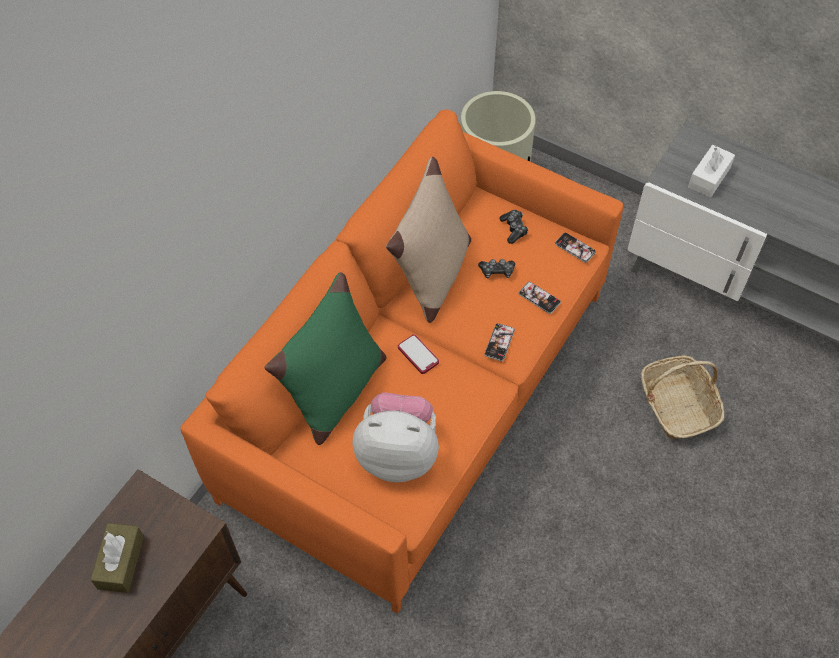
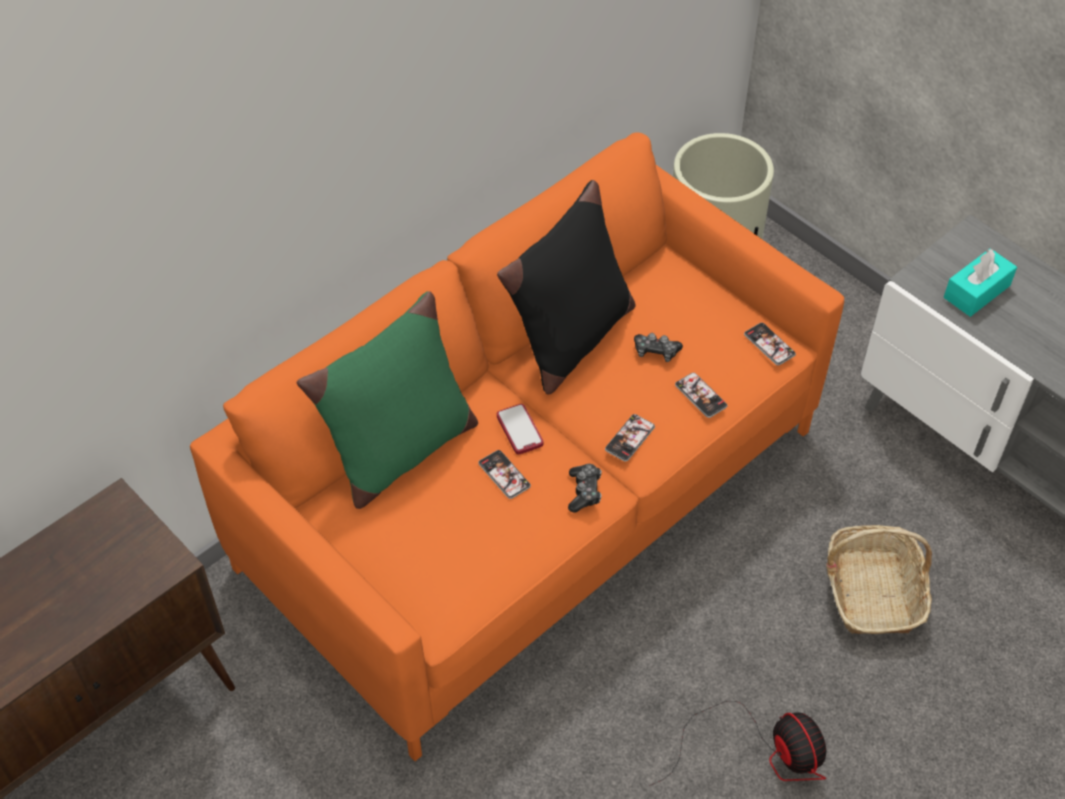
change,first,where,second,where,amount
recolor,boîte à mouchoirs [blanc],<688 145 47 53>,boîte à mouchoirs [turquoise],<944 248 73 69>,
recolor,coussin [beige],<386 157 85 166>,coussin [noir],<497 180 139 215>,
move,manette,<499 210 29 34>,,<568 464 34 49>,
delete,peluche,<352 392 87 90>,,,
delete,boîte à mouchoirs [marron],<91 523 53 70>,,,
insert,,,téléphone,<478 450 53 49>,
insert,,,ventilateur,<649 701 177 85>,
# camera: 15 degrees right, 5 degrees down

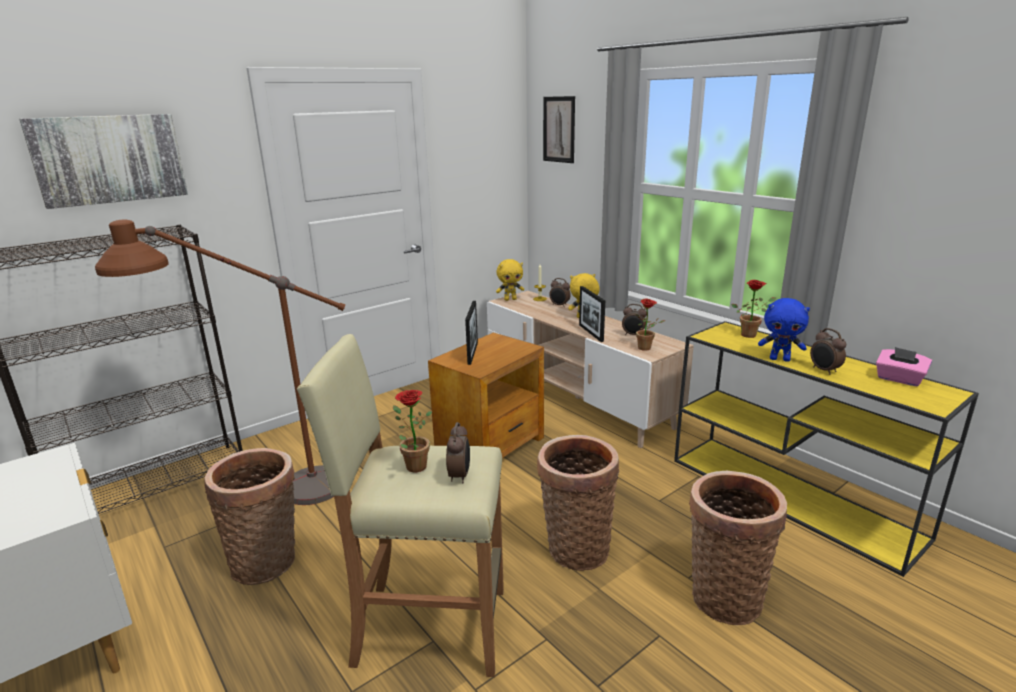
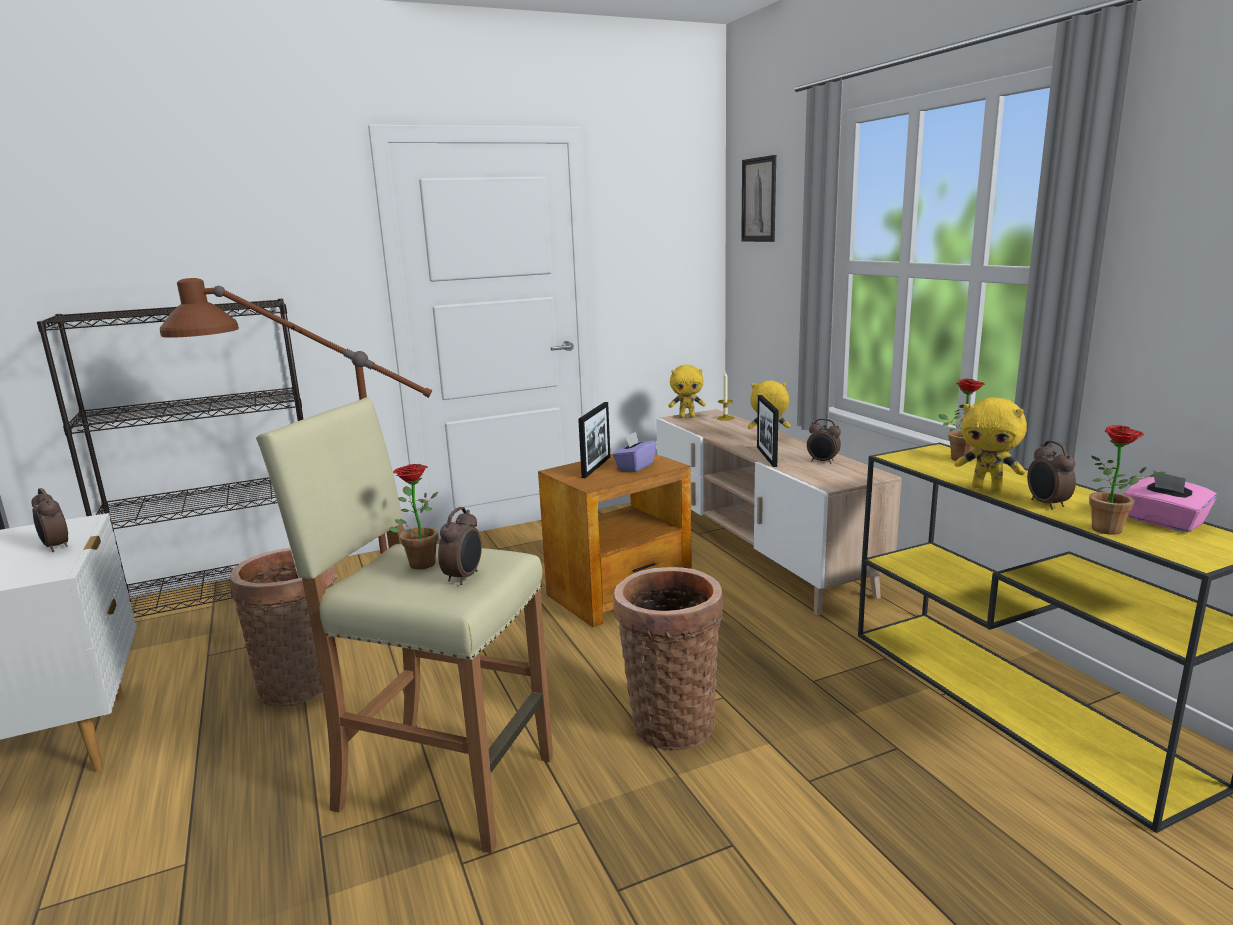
change,first,where,second,where,amount
delete,tableau,<19 114 169 95>,,,
move,réveil,<549 278 22 29>,,<31 488 37 64>,
recolor,peluche [bleu],<758 298 52 64>,peluche [jaune],<954 397 73 94>,
move,plante en pot,<635 299 30 52>,,<1089 425 78 110>,
delete,panier,<689 471 98 154>,,,
insert,,,boîte à mouchoirs [violet],<613 432 44 40>,
# camera: 15 degrees right, 5 degrees down

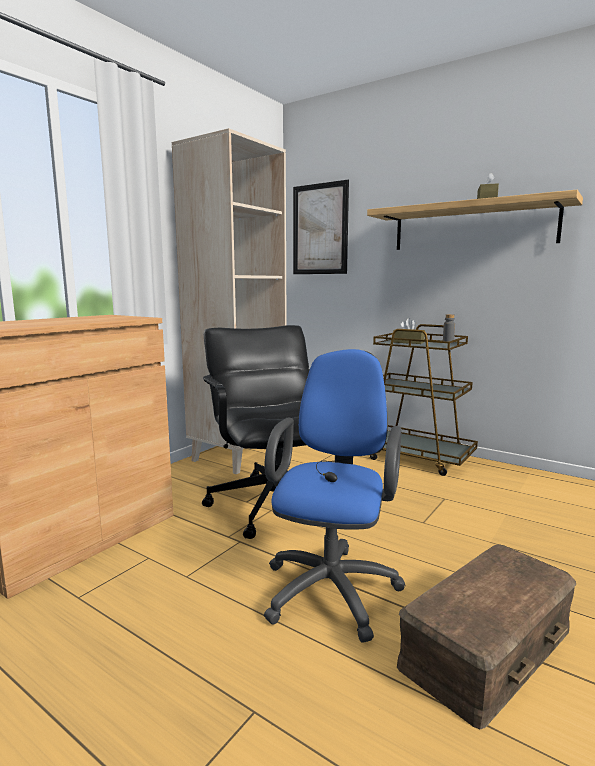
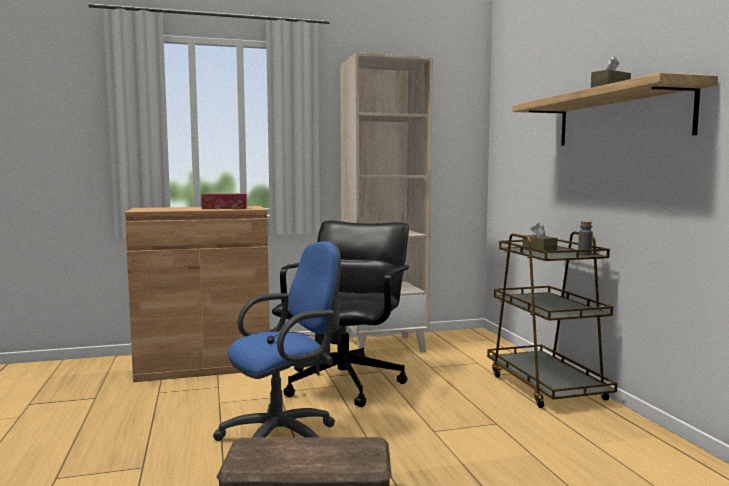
change,first,where,second,where,amount
delete,tableau,<293 180 56 94>,,,
insert,,,boîte à mouchoirs,<201 193 46 16>,
# camera: 40 degrees right, 5 degrees down

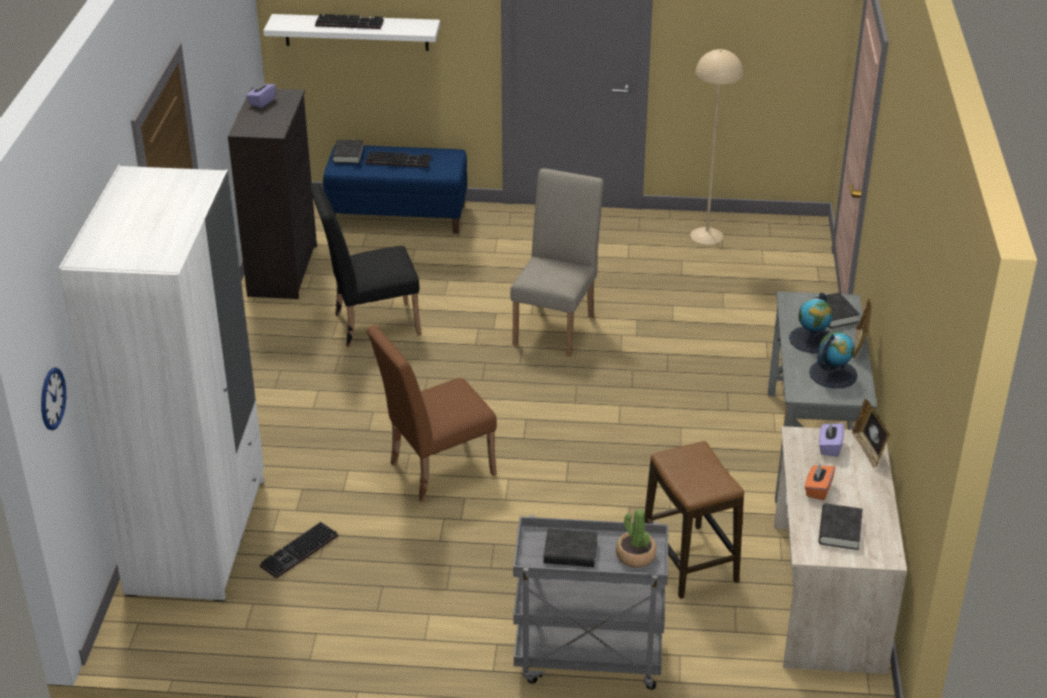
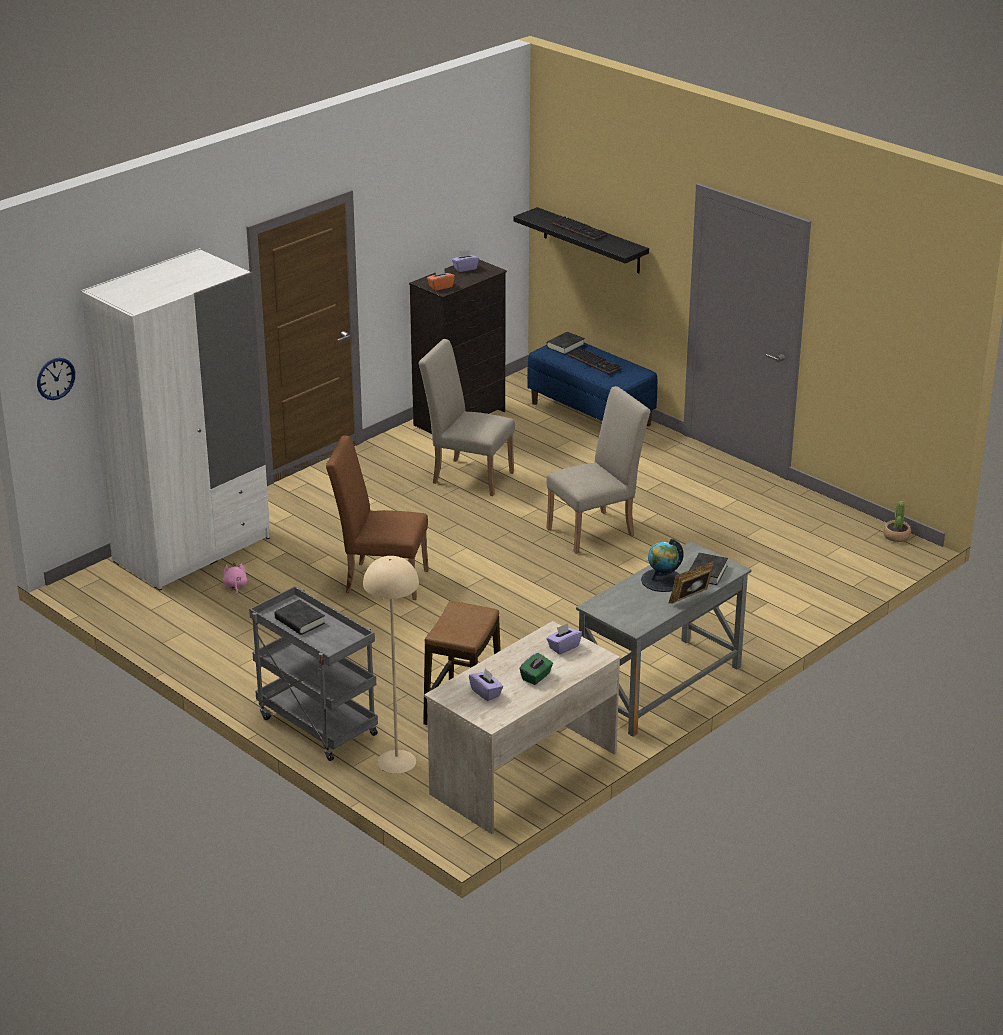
change,first,where,second,where,amount
recolor,étagère [blanc],<263 14 177 37>,étagère [noir],<513 207 136 67>,
move,lampadaire [beige],<690 49 53 196>,,<363 556 56 218>,
recolor,chaise [noir],<310 184 111 163>,chaise [beige],<419 339 96 157>,
delete,globe,<809 332 49 56>,,,
delete,cadre photo,<852 399 38 70>,,,
move,boîte à mouchoirs [orange],<805 463 30 37>,,<427 268 28 23>,
replace,livre [noir],<819 503 44 47>,boîte à mouchoirs [violet],<469 668 34 33>,
move,plante en pot,<616 509 41 59>,,<883 501 28 41>,
replace,clavier,<260 522 78 56>,peluche [rose],<223 563 24 31>,
insert,,,boîte à mouchoirs [vert],<519 653 34 32>,
# camera: 40 degrees right, 5 degrees down

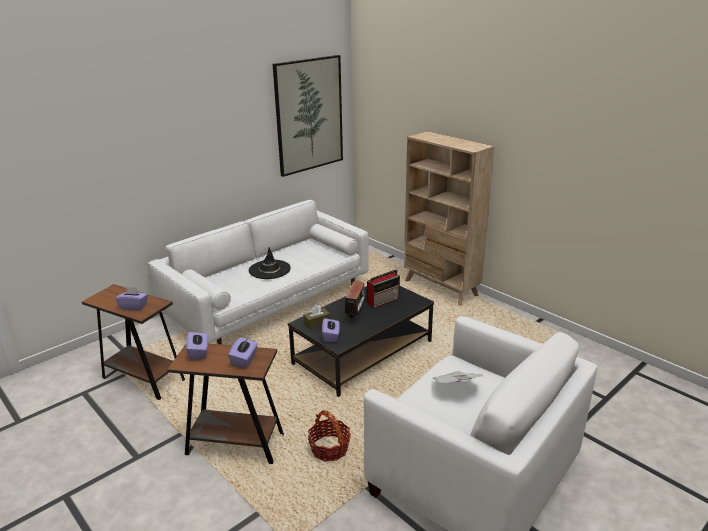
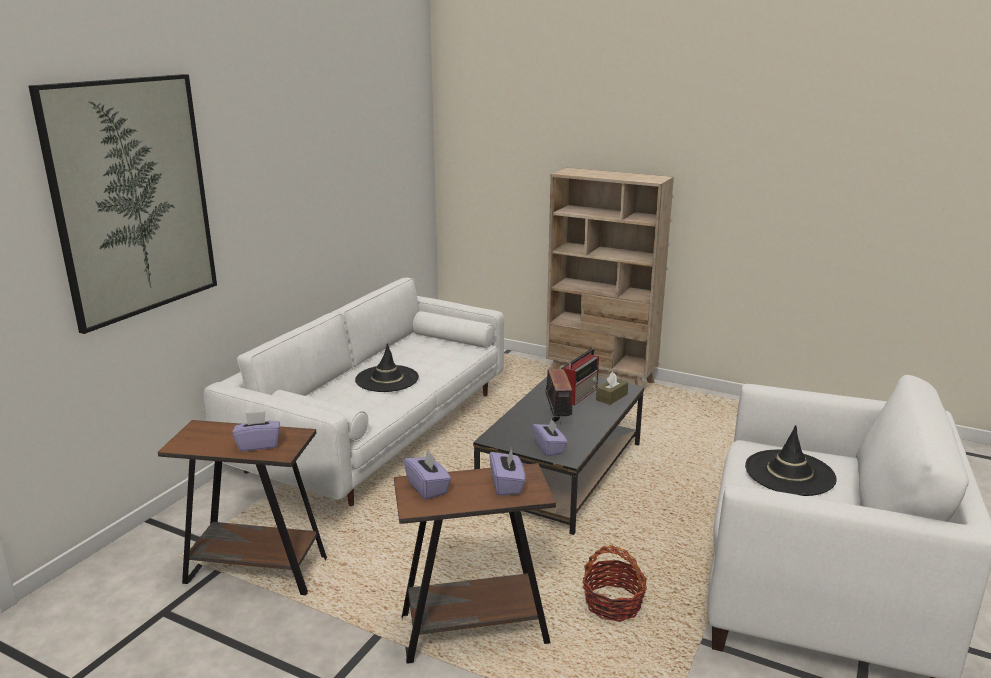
change,first,where,second,where,amount
move,tableau,<273 55 70 122>,,<28 74 189 260>,
move,boîte à mouchoirs [marron],<303 305 27 24>,,<596 372 32 33>,
replace,journal,<432 371 51 12>,chapeau [noir],<745 425 92 71>,
# camera: 20 degrees left, 5 degrees down

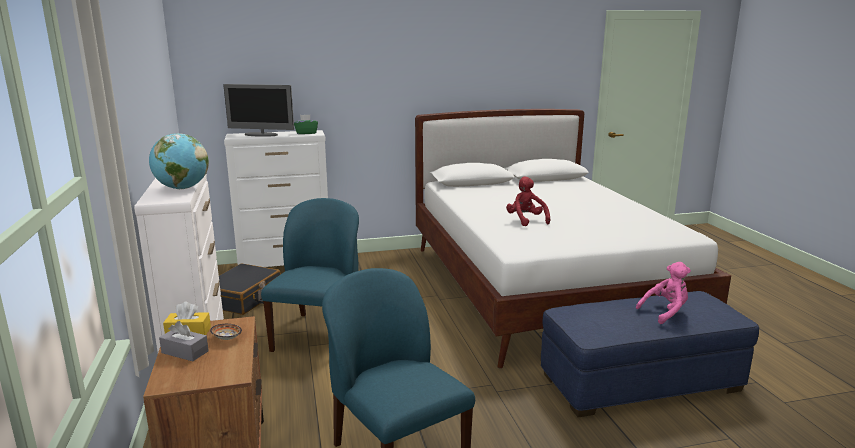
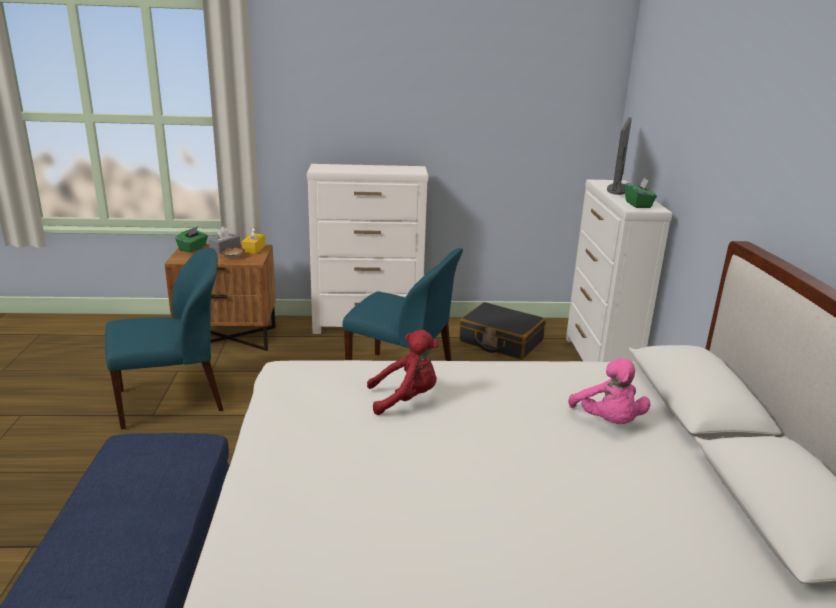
change,first,where,second,where,amount
delete,globe,<149 133 60 56>,,,
move,peluche [rose],<636 262 55 62>,,<568 358 82 66>,
insert,,,boîte à mouchoirs [vert],<175 226 33 27>,
# camera: 100 degrees right, 5 degrees up

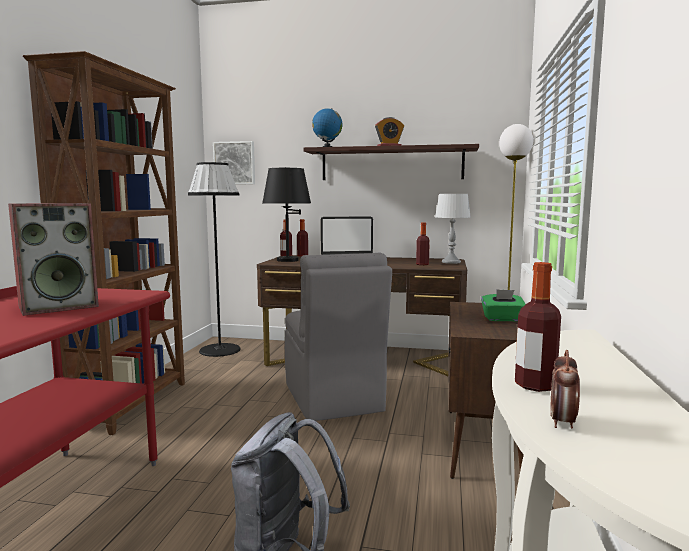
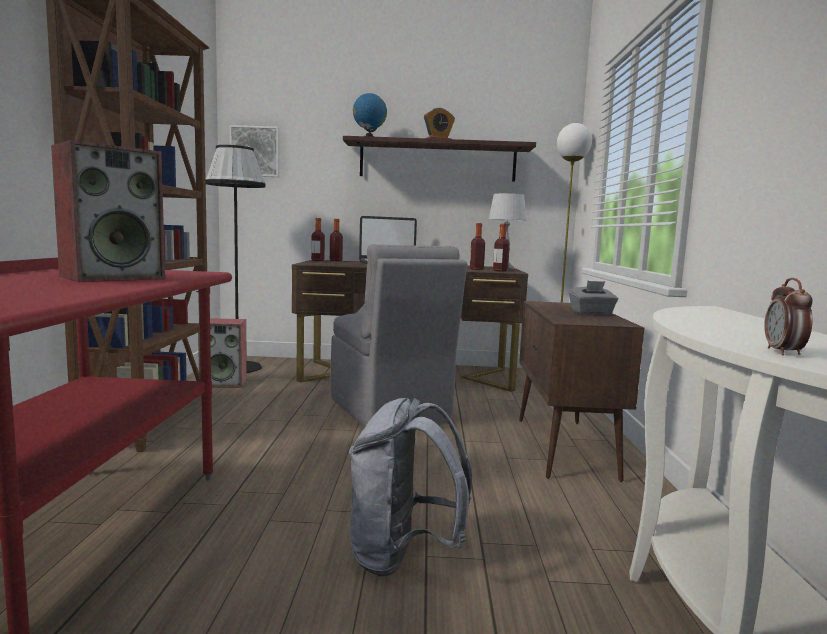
change,first,where,second,where,amount
delete,lampe de table [noir],<262 167 49 95>,,,
move,bouteille,<515 262 46 130>,,<493 224 17 48>,
recolor,boîte à mouchoirs [vert],<481 289 45 32>,boîte à mouchoirs [gris],<569 281 49 34>,
insert,,,enceinte,<198 319 49 69>,
# camera: 10 degrees left, 0 degrees up

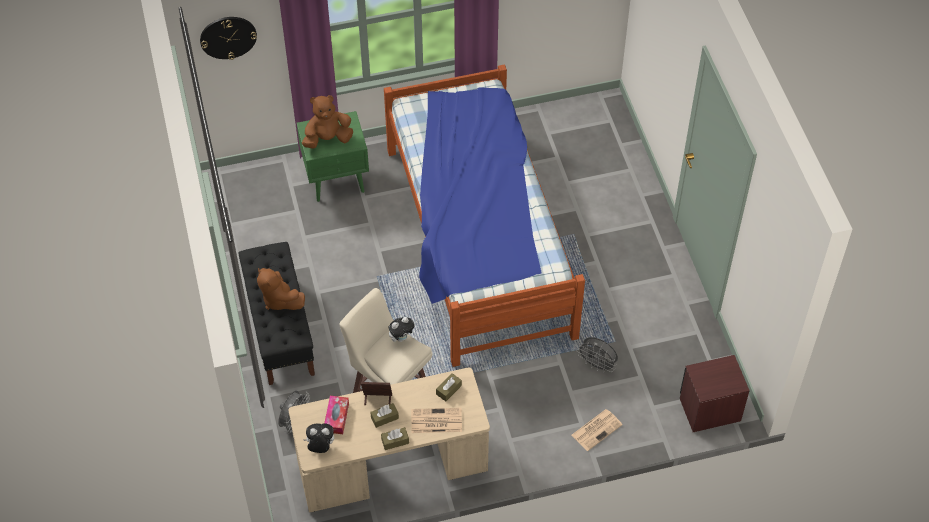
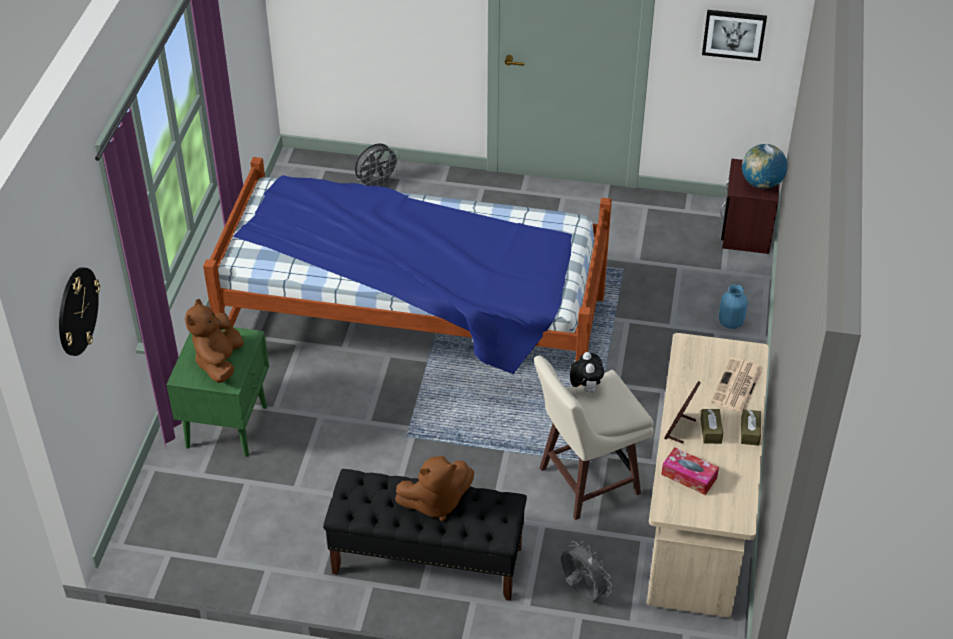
change,first,where,second,where,amount
move,ventilateur [gris],<576 337 42 36>,,<355 143 45 43>,
delete,boîte à mouchoirs [marron],<436 373 26 28>,,,
replace,journal,<572 409 51 42>,vase [bleu],<719 284 29 45>,
delete,peluche,<303 423 31 30>,,,
insert,,,tableau,<702 10 65 51>,
insert,,,globe,<742 144 45 45>,
# camera: 65 degrees left, 10 degrees down

